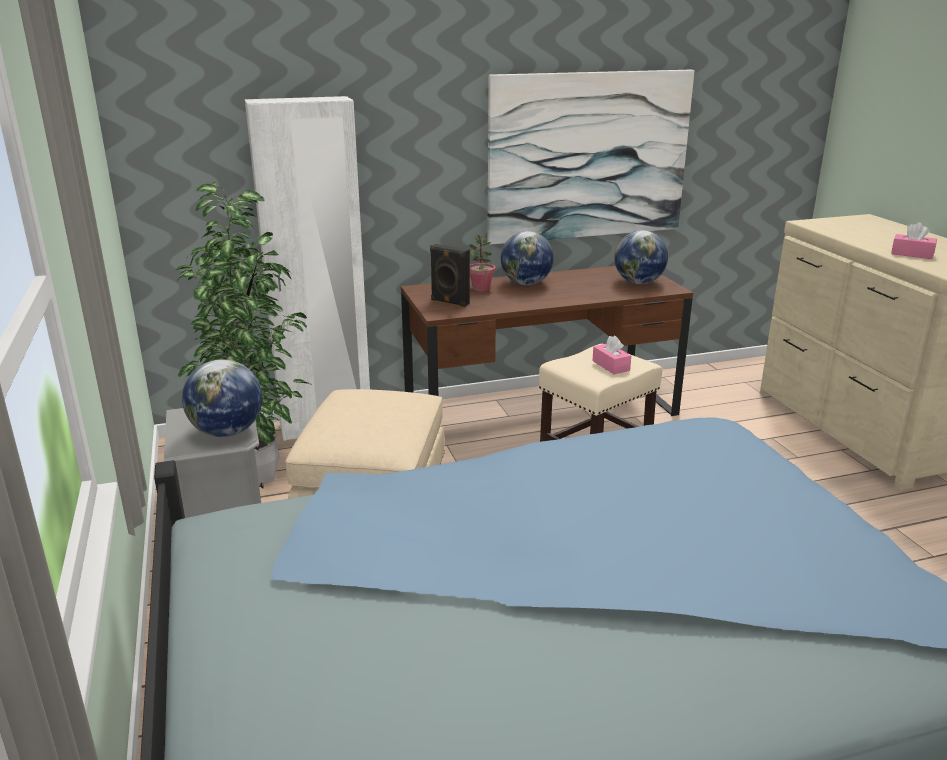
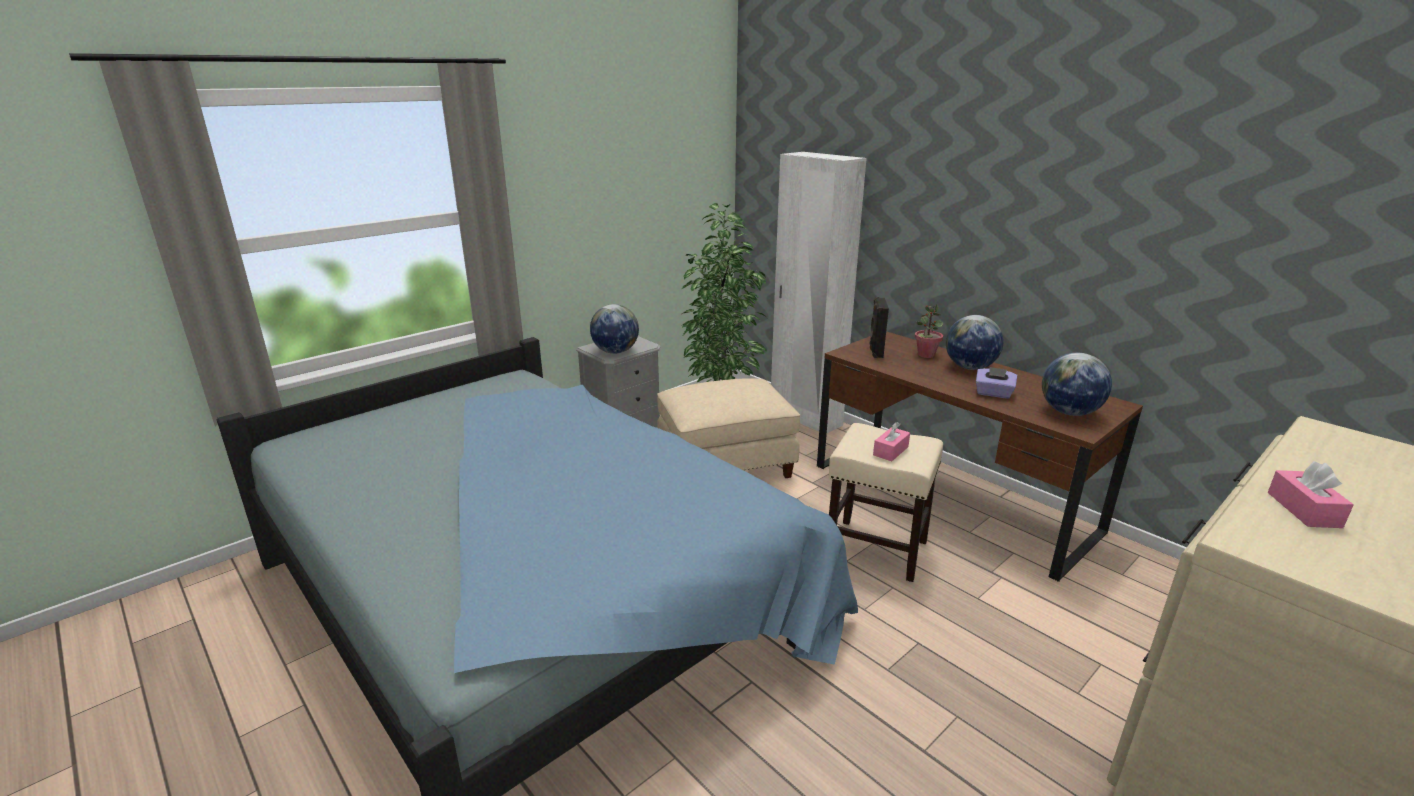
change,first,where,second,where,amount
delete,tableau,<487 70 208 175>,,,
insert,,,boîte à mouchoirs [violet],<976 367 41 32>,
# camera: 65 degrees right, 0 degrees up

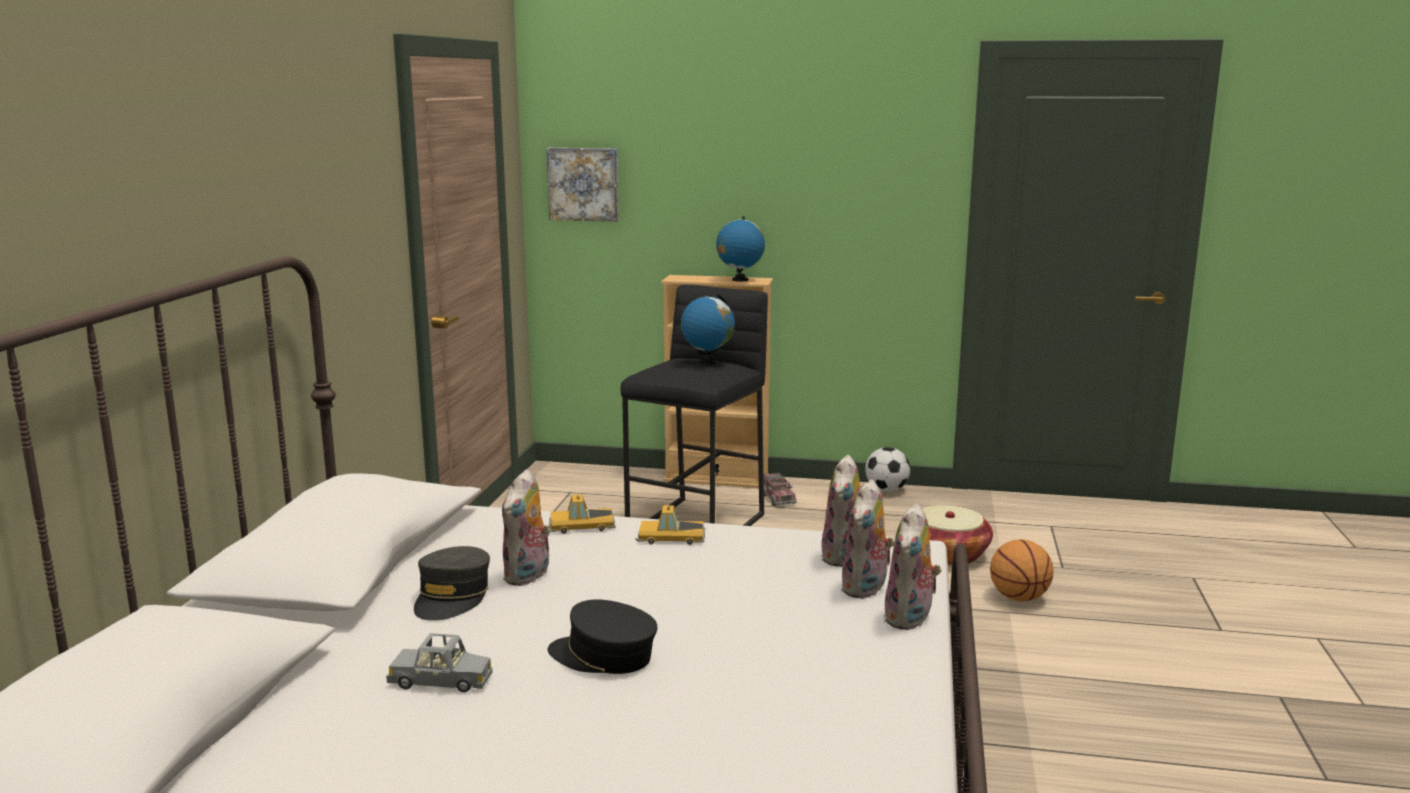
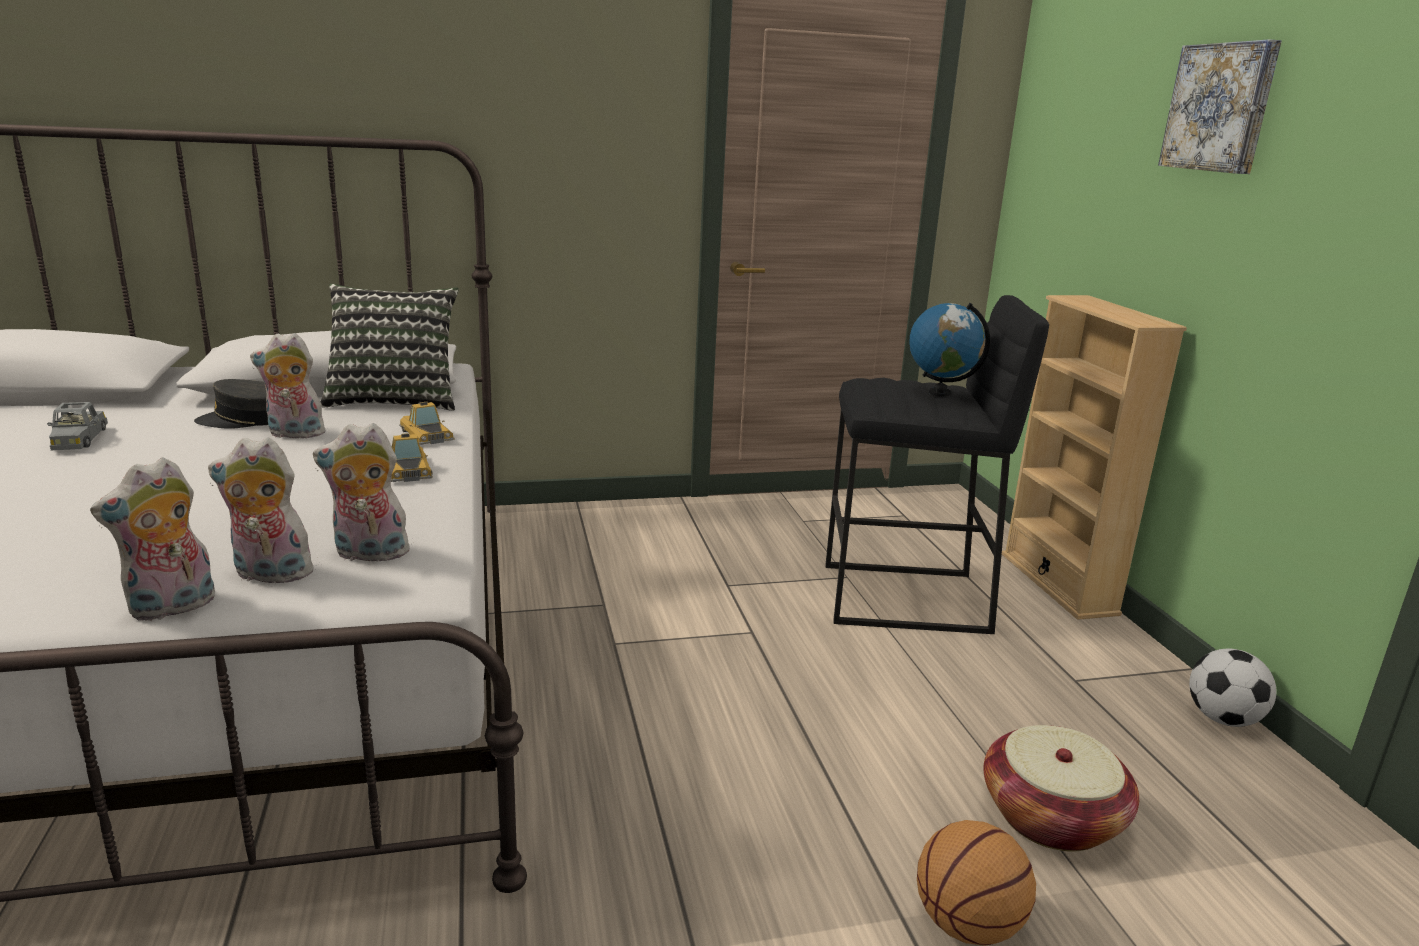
change,first,where,second,where,amount
move,tableau,<546 148 73 74>,,<1158 39 124 135>,
delete,globe,<716 216 49 65>,,,
delete,camion jouet,<764 472 33 34>,,,
rotate,peluche,<884 503 57 127>,,<90 457 125 165>,45 degrees counterclockwise
delete,casquette [noir],<547 599 111 75>,,,
insert,,,coussin,<321 284 138 127>,
# camera: 65 degrees right, 5 degrees up

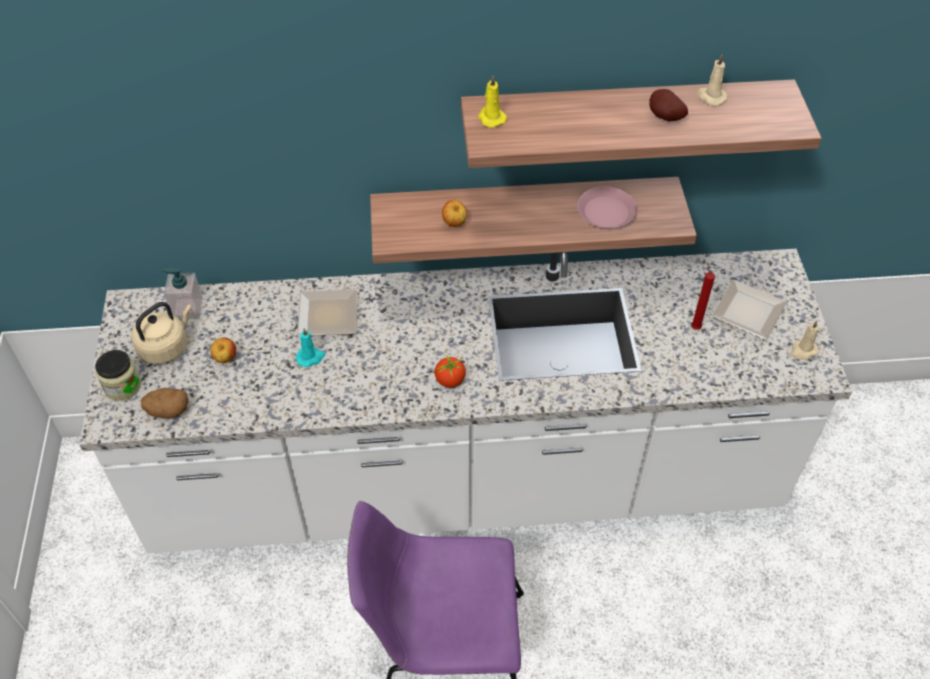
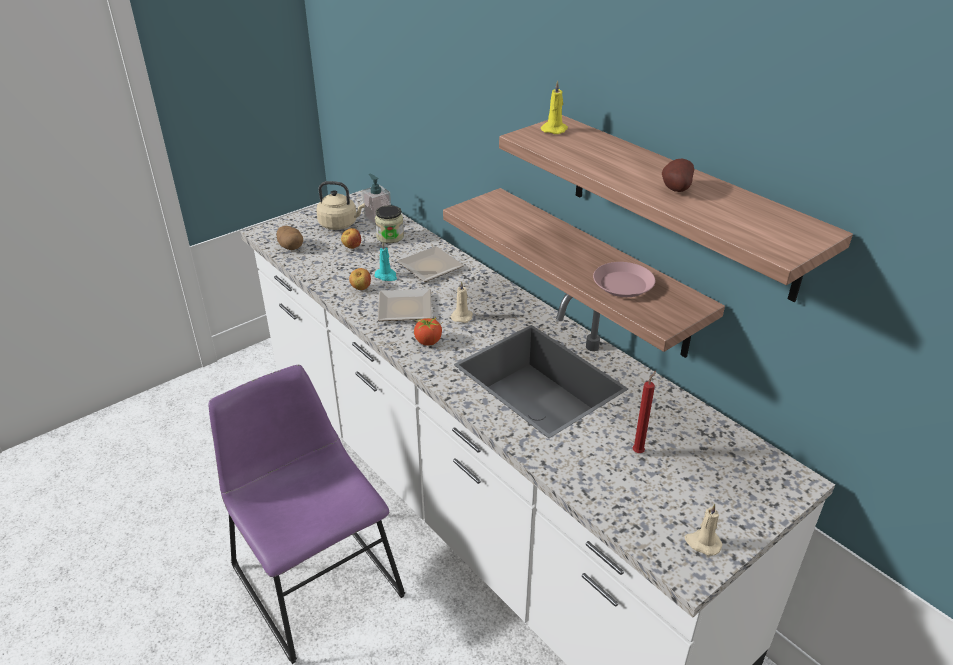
change,first,where,second,where,amount
move,bougie [beige],<697 54 30 52>,,<451 281 22 42>,
move,pomme,<442 200 25 27>,,<349 268 22 22>,
move,assiette,<712 280 75 60>,,<378 289 54 32>,
move,bocal,<96 350 45 51>,,<375 205 29 38>,
# camera: 55 degrees right, 15 degrees down

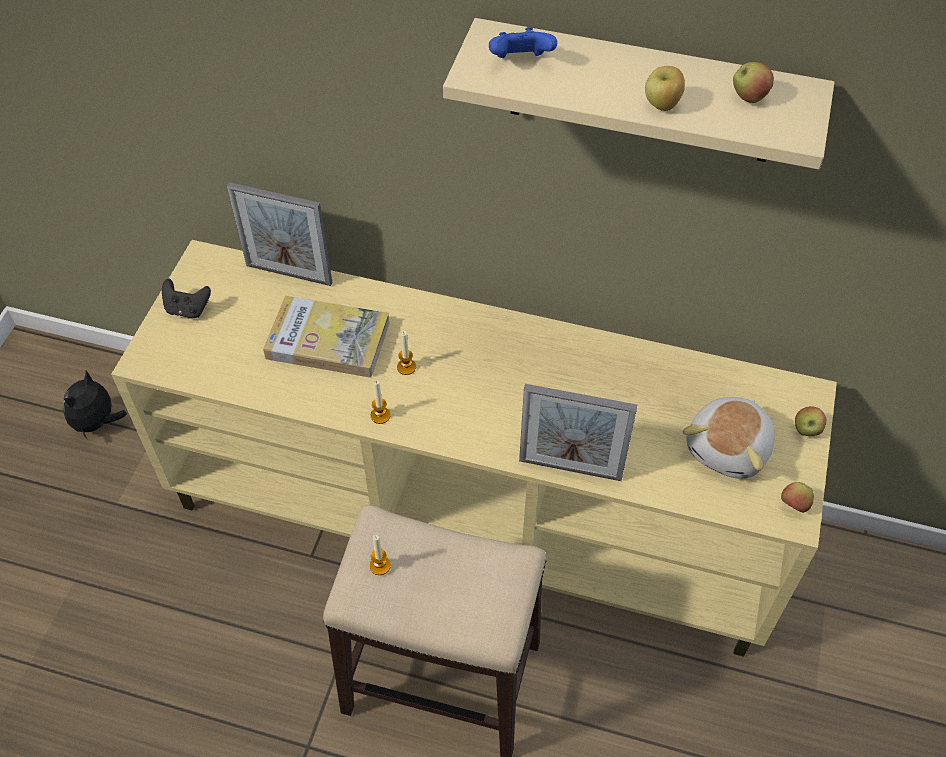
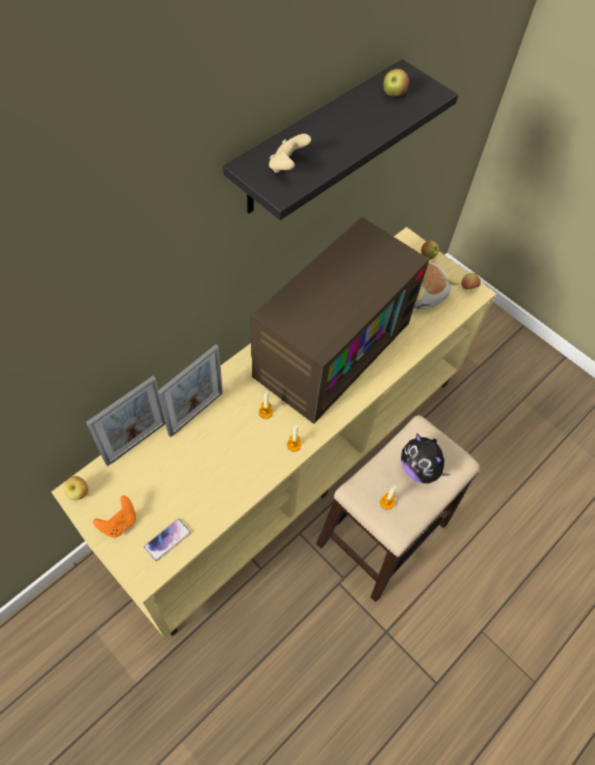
change,first,where,second,where,amount
recolor,étagère [beige],<443 18 391 151>,étagère [noir],<223 59 235 161>,
recolor,manette [bleu],<489 27 68 31>,manette [beige],<269 134 42 39>,
move,pomme,<645 66 40 45>,,<64 476 24 24>,
recolor,manette [noir],<162 279 49 40>,manette [orange],<93 496 43 42>,
delete,livre,<263 296 127 81>,,,
move,peluche,<63 371 64 69>,,<401 434 50 49>,
move,cadre photo,<519 384 118 97>,,<157 344 66 93>,
insert,,,téléviseur,<251 217 179 207>,
insert,,,téléphone,<144 519 47 42>,
# camera: 65 degrees left, 5 degrees up

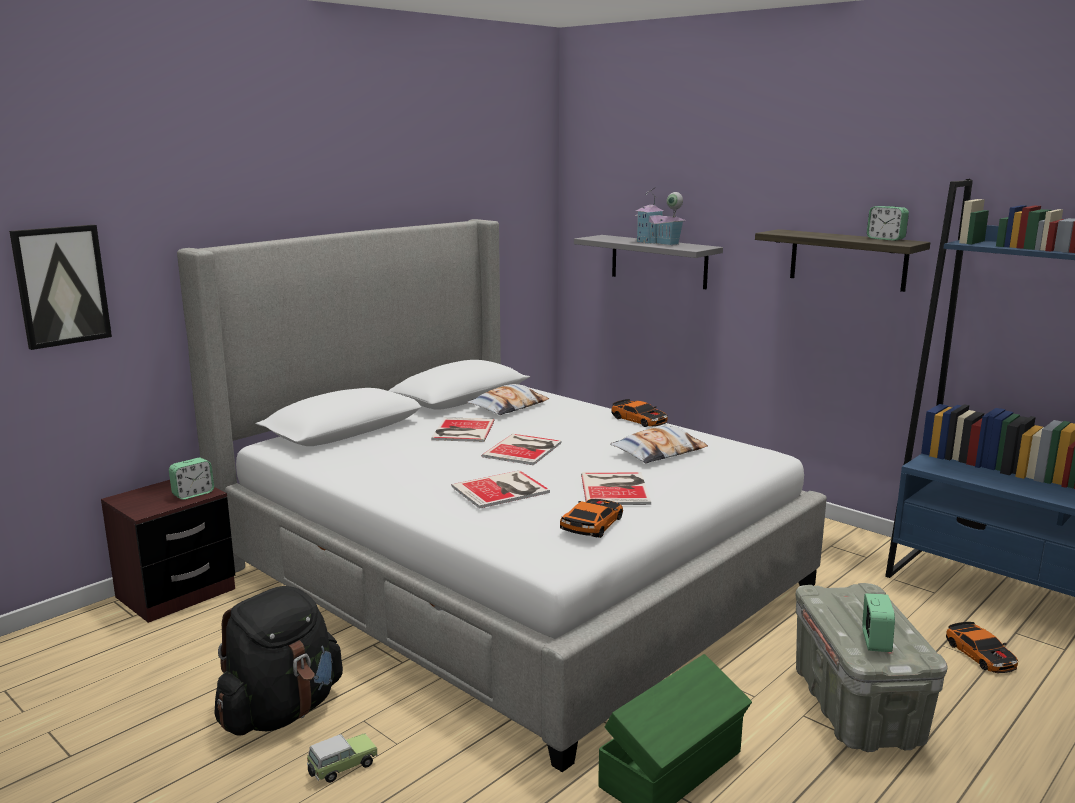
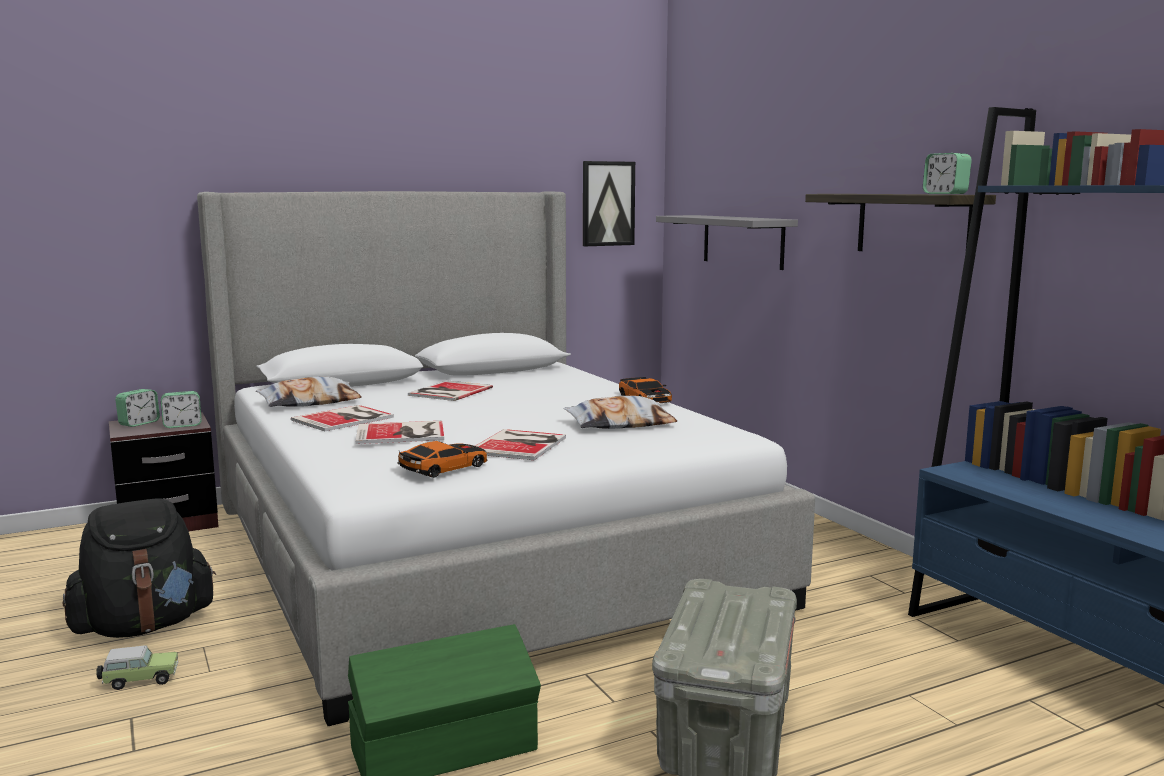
change,first,where,second,where,amount
delete,maison miniature,<635 188 50 57>,,,
move,tableau,<9 225 103 125>,,<583 161 52 85>,
move,coussin,<467 384 82 31>,,<256 376 106 31>,
move,livre,<482 434 79 31>,,<291 405 103 26>,
move,réveil,<862 593 33 59>,,<115 389 45 38>,
delete,petite voiture,<946 622 72 51>,,,
# camera: 20 degrees right, 5 degrees down

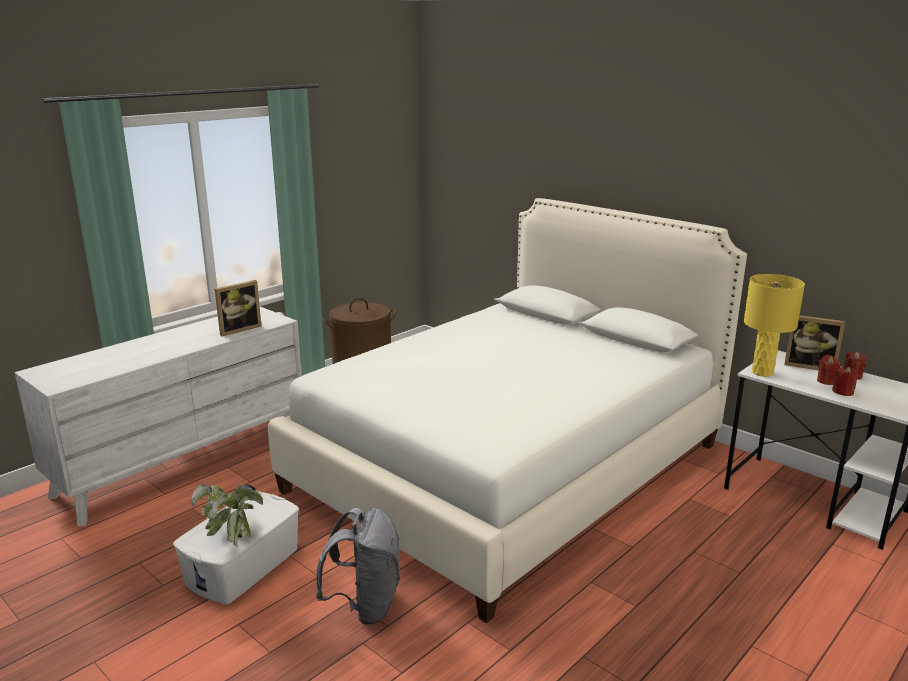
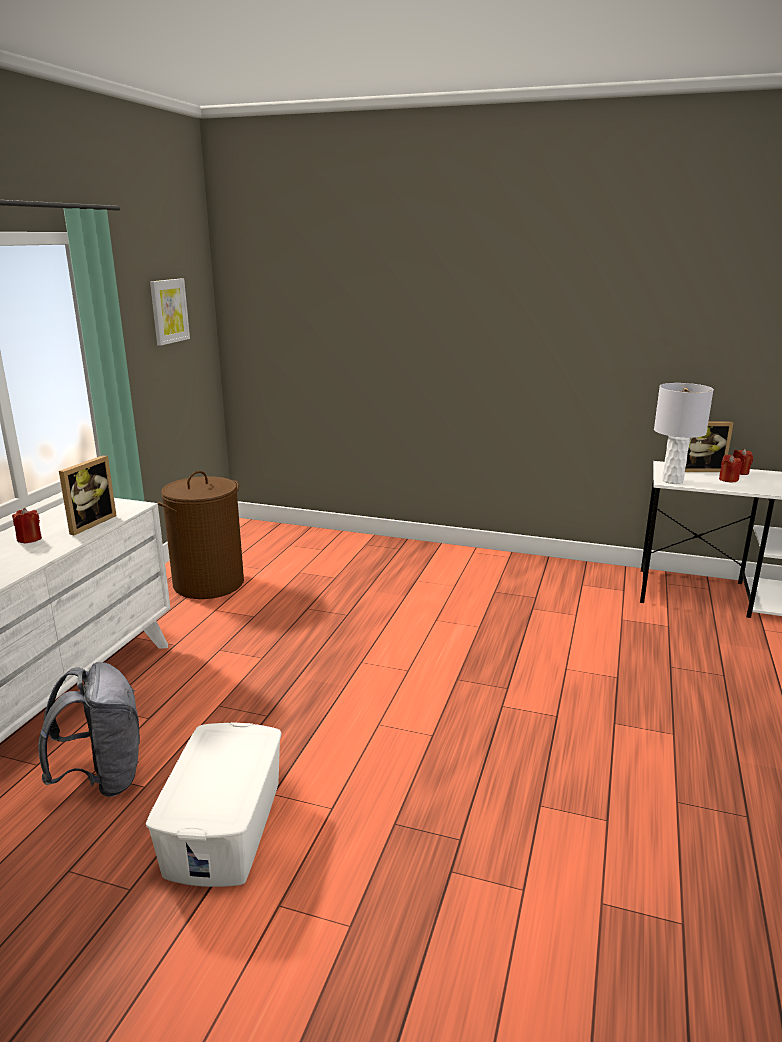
change,first,where,second,where,amount
delete,lit [blanc],<268 198 479 425>,,,
recolor,lampe de table [jaune],<744 274 61 103>,lampe de table [gris],<654 383 60 101>,
move,bougie [rouge],<832 367 27 29>,,<12 508 30 36>,
delete,plante en pot,<191 483 72 64>,,,
move,sac à dos [gris],<315 507 85 118>,,<38 662 102 135>,
insert,,,tableau,<150 279 40 67>,
# camera: 25 degrees left, 0 degrees up

